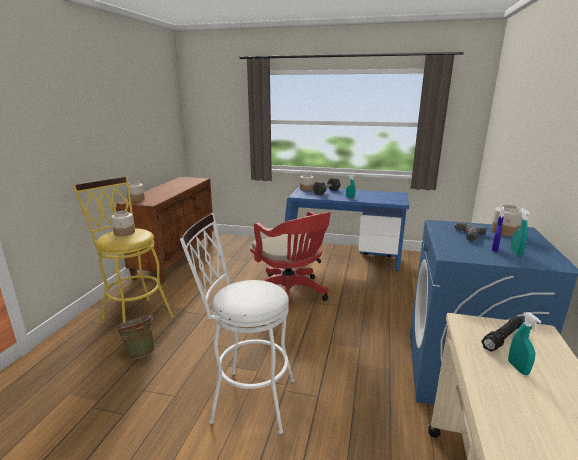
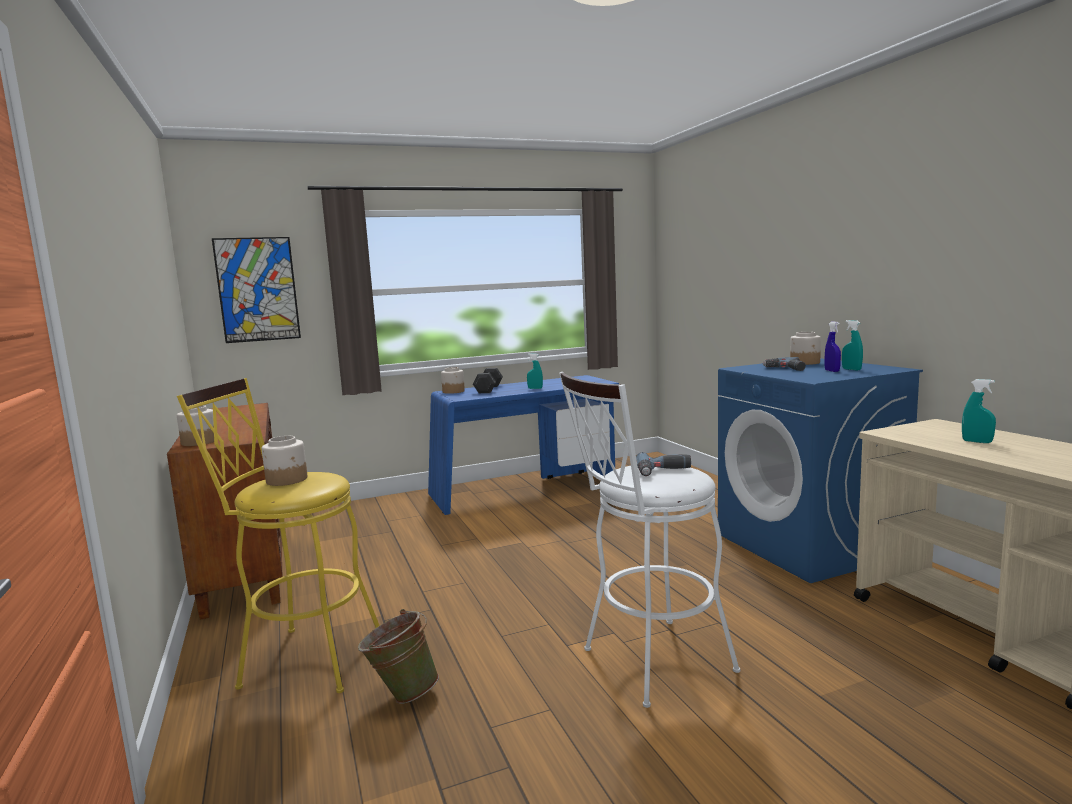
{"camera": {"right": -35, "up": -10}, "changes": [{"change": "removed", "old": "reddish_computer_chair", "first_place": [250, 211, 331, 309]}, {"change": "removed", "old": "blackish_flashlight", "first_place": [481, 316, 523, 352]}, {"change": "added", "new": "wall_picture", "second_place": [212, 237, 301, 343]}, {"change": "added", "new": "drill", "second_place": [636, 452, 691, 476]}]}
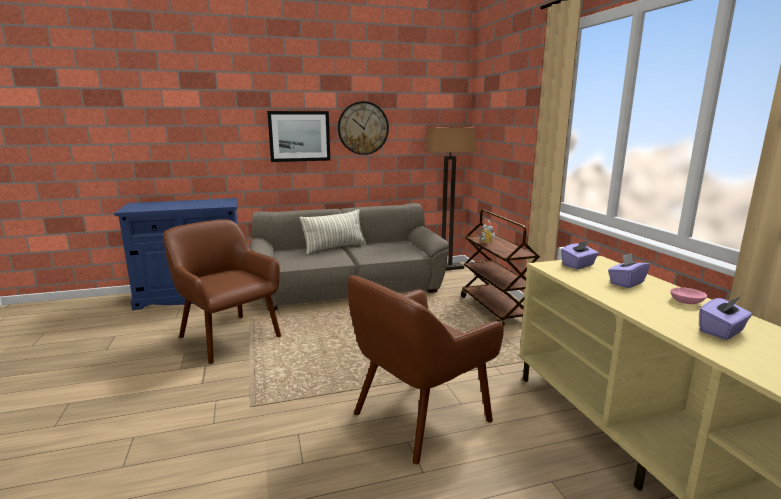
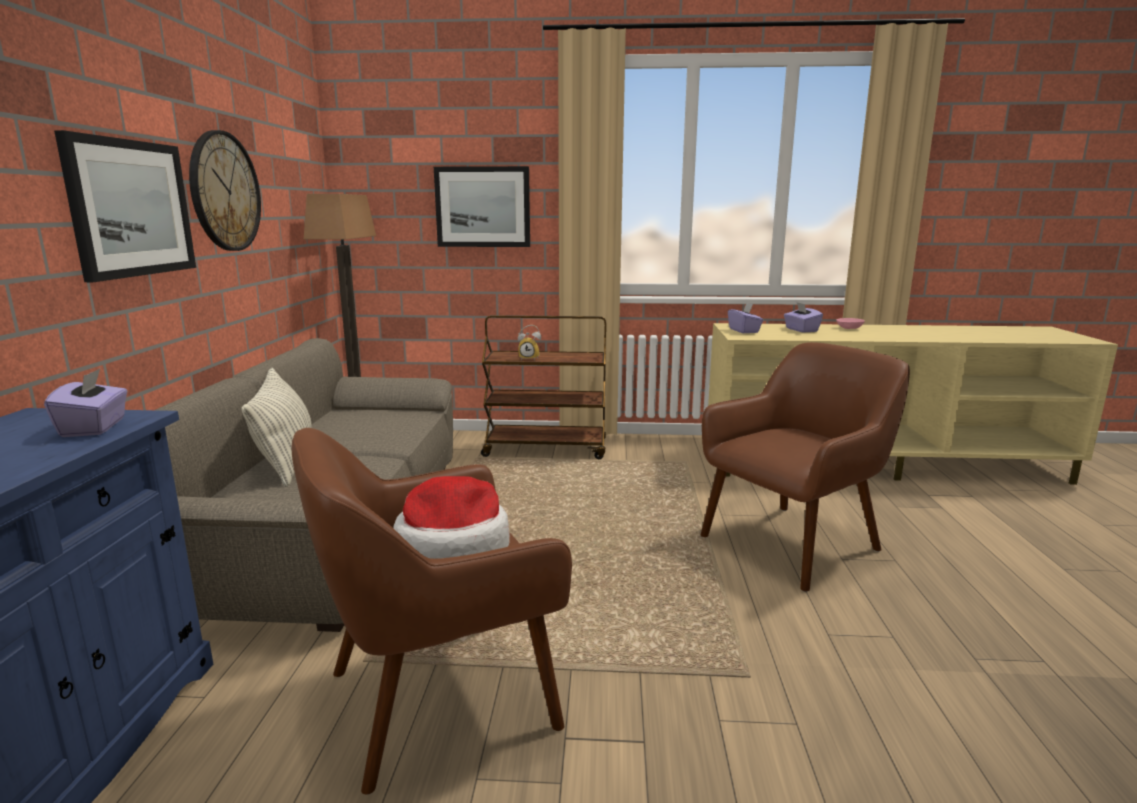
{"camera": {"right": -70, "up": 0}, "changes": [{"change": "added", "new": "wearable_hat", "second_place": [393, 476, 510, 559]}, {"change": "added", "new": "wall_picture", "second_place": [434, 166, 530, 247]}, {"change": "moved", "old": "purple_tissue_holder", "first_place": [699, 297, 752, 340], "second_place": [44, 369, 127, 437]}, {"change": "turned", "old": "brown_easy_chair", "first_place": [347, 275, 504, 465], "second_place": [701, 342, 910, 592], "degrees": -105}]}
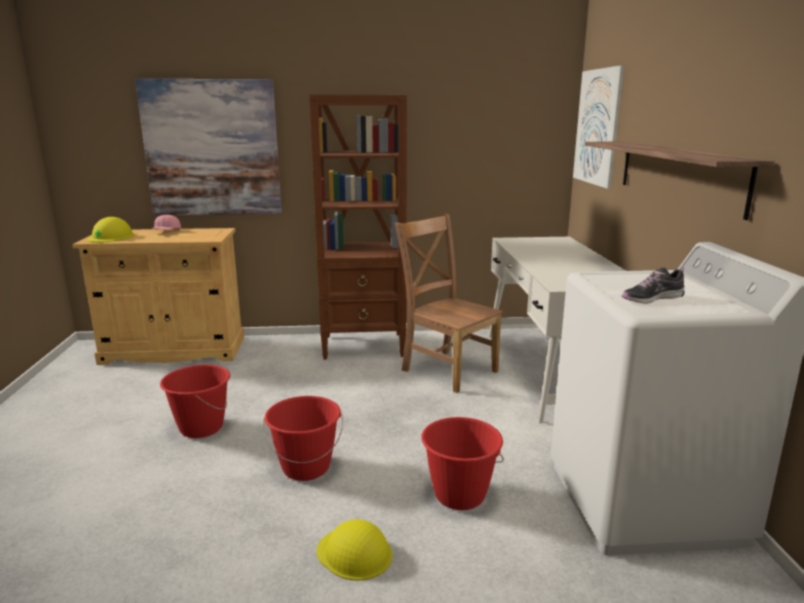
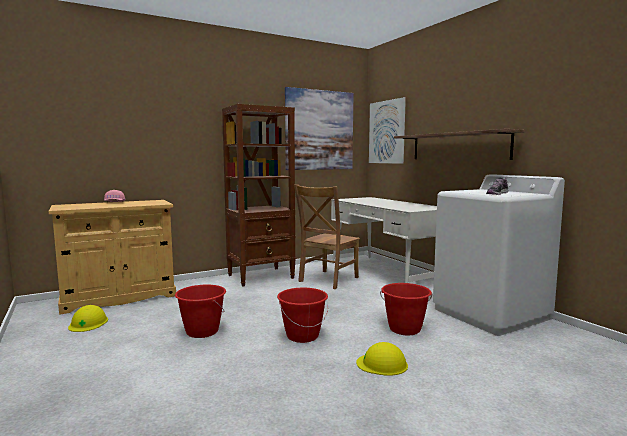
{"camera": {"right": -25, "up": -10}, "changes": [{"change": "moved", "old": "yellowish_safety_helmet", "first_place": [87, 217, 135, 243], "second_place": [68, 305, 108, 332]}, {"change": "moved", "old": "wall_picture", "first_place": [135, 79, 282, 215], "second_place": [285, 87, 354, 170]}, {"change": "turned", "old": "brown_upright_chair", "first_place": [395, 214, 503, 393], "second_place": [294, 184, 360, 289], "degrees": -75}]}
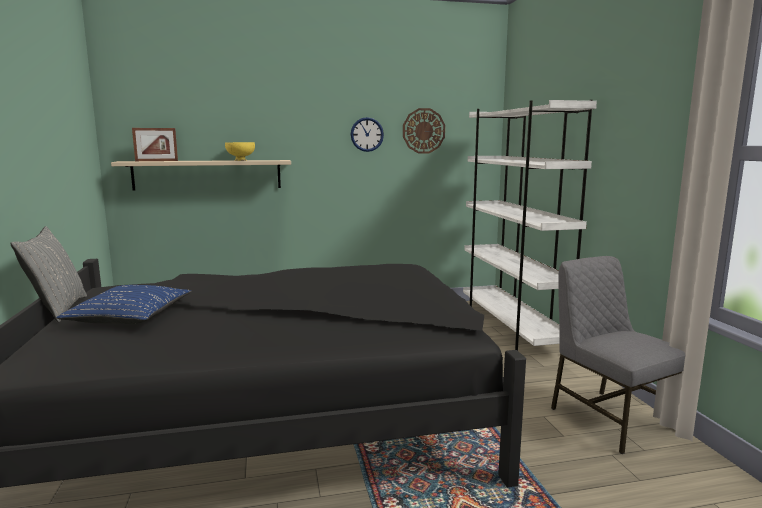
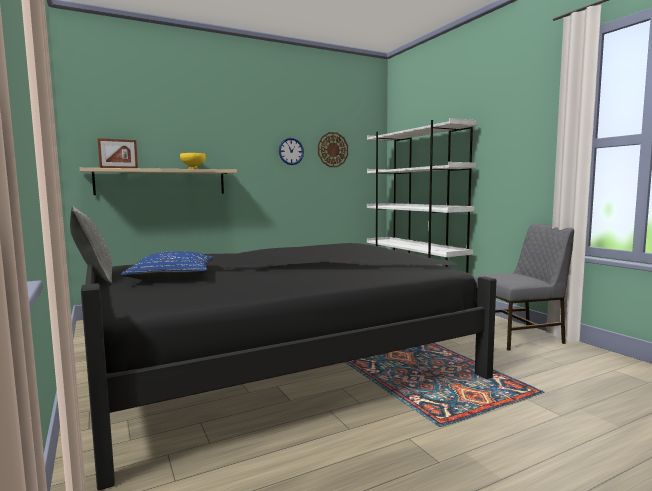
{"camera": {"right": -15, "up": -5}, "changes": [{"change": "turned", "old": "greyish_upright_chair", "first_place": [551, 256, 685, 454], "second_place": [474, 224, 574, 351], "degrees": 120}]}
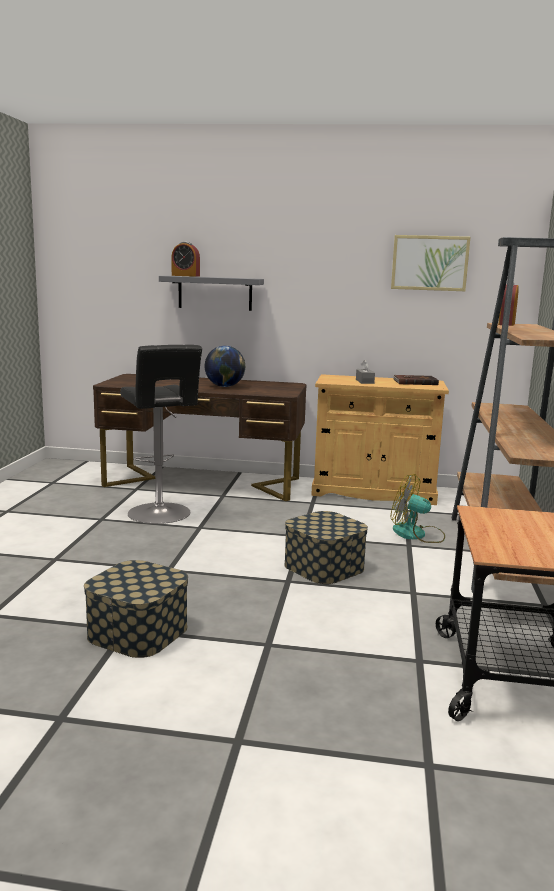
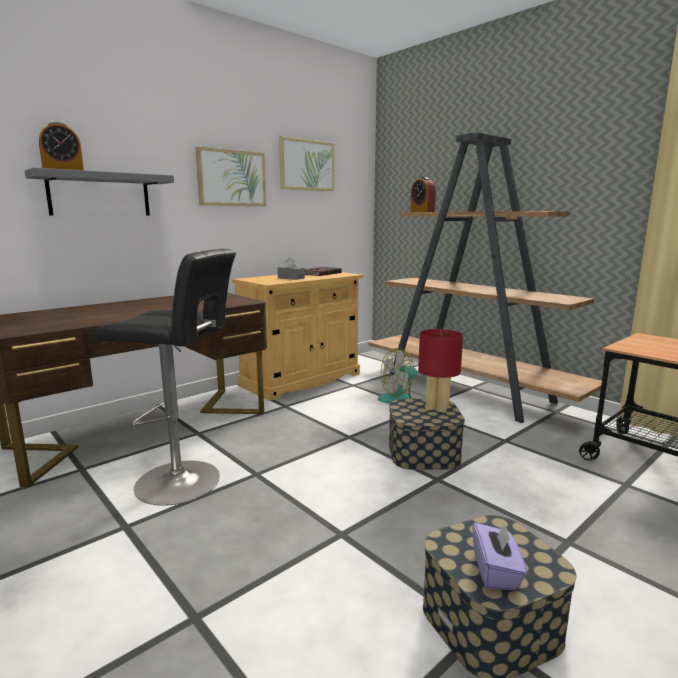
{"camera": {"right": -50, "up": 0}, "changes": [{"change": "removed", "old": "world_globe", "first_place": [205, 346, 245, 387]}, {"change": "added", "new": "wall_picture", "second_place": [195, 147, 266, 206]}, {"change": "added", "new": "reddish_tabletop_lamp", "second_place": [418, 329, 463, 413]}, {"change": "added", "new": "purple_tissue_holder", "second_place": [472, 522, 527, 590]}]}
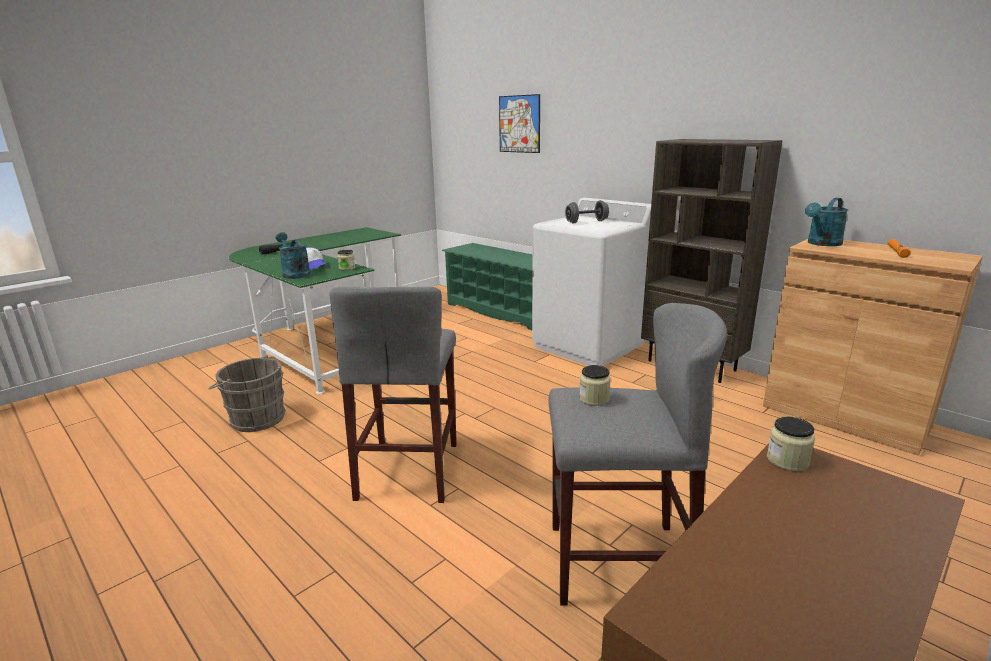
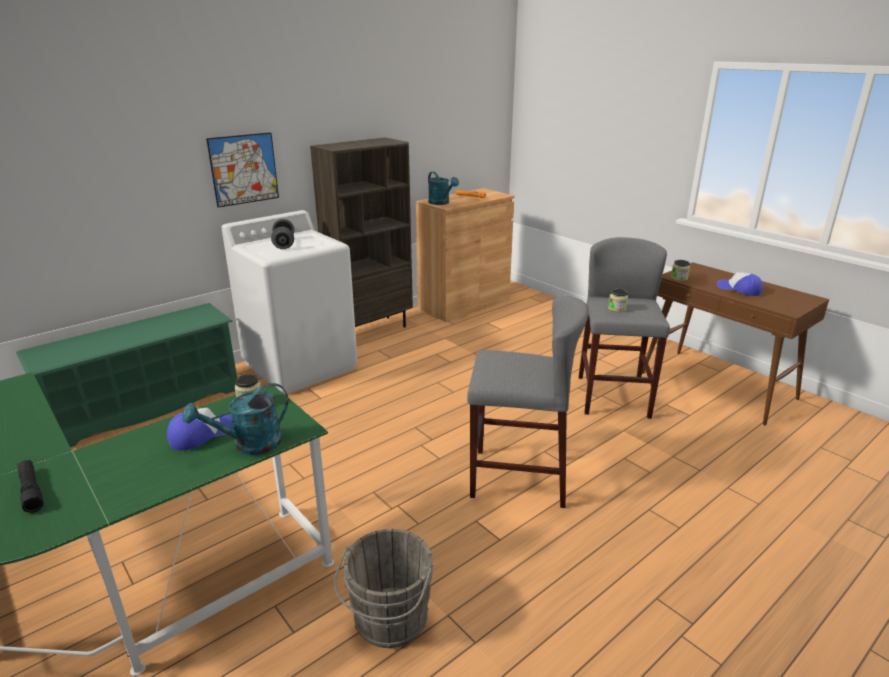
{"camera": {"right": -85, "up": 5}, "changes": [{"change": "added", "new": "baseball_cap", "second_place": [717, 272, 763, 296]}, {"change": "moved", "old": "wall_picture", "first_place": [499, 94, 540, 153], "second_place": [206, 132, 279, 208]}]}
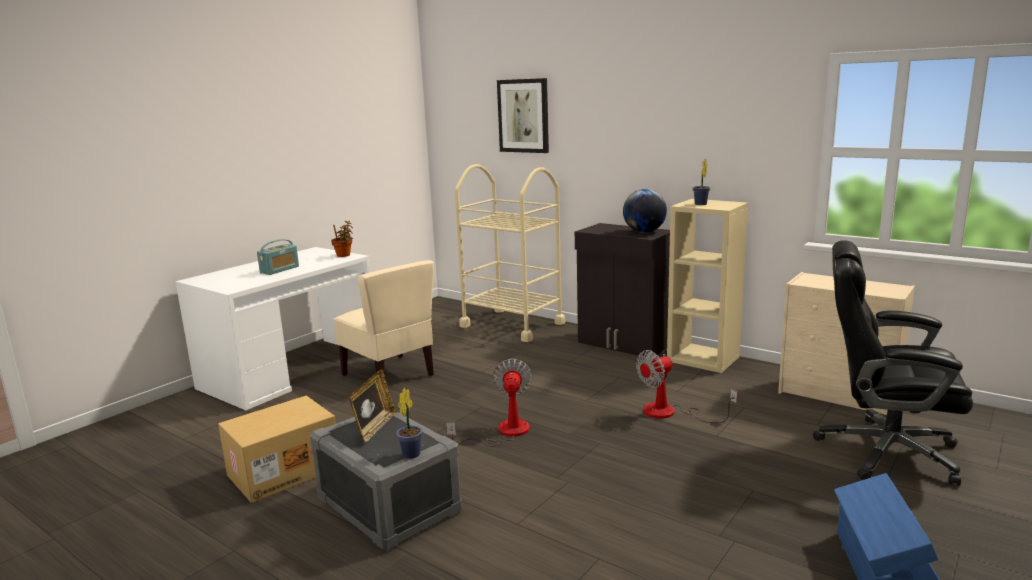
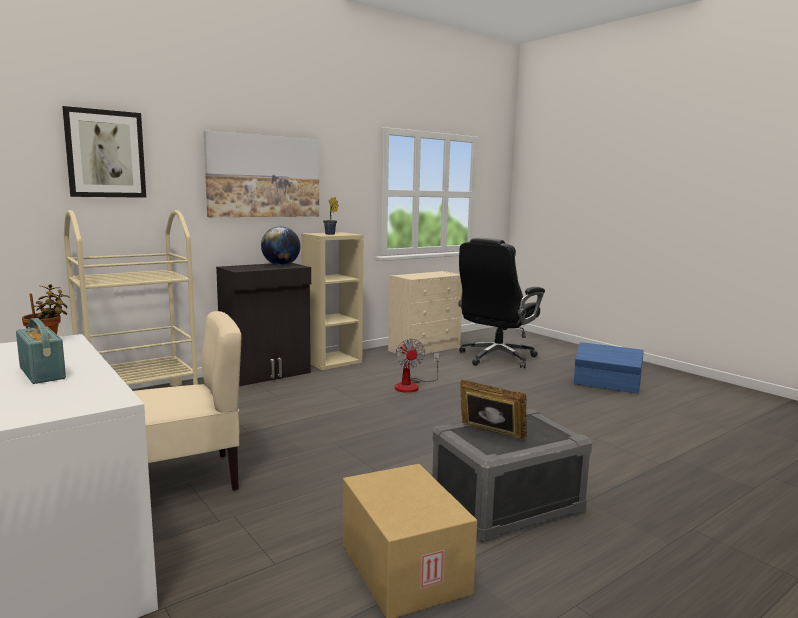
{"camera": {"right": -75, "up": -5}, "changes": [{"change": "removed", "old": "potted_plant", "first_place": [397, 388, 422, 459]}, {"change": "removed", "old": "cooling_fan", "first_place": [446, 359, 532, 447]}, {"change": "added", "new": "wall_picture", "second_place": [204, 131, 319, 217]}]}
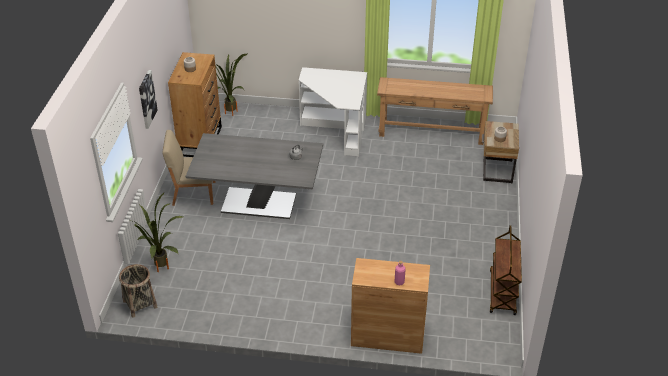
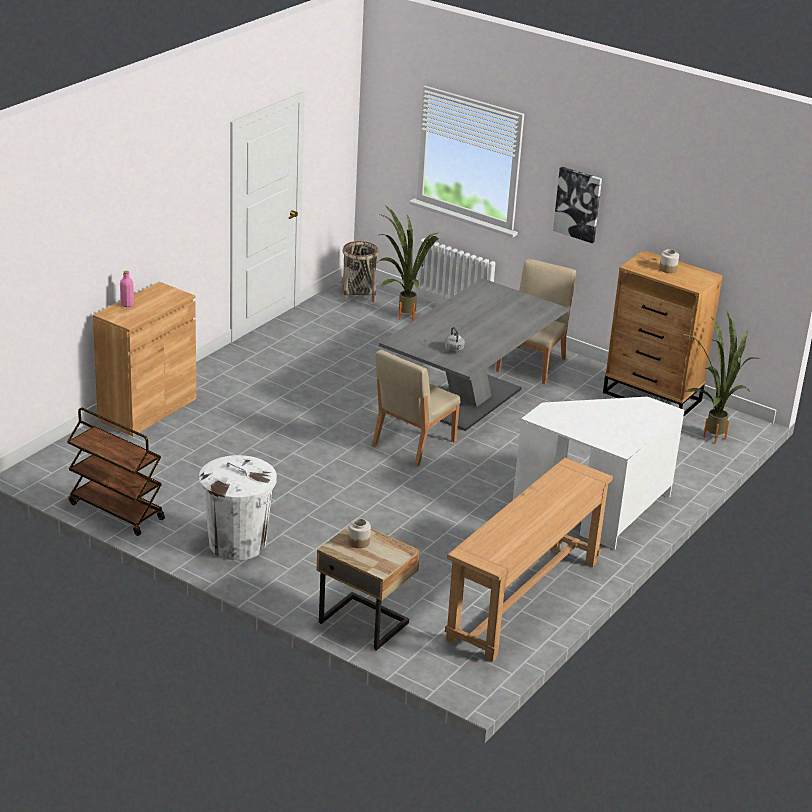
{"camera": {"right": 115, "up": -10}, "changes": [{"change": "added", "new": "white-coloured_waste_bin", "second_place": [199, 455, 277, 560]}, {"change": "added", "new": "beige_upright_chair", "second_place": [372, 350, 460, 467]}]}
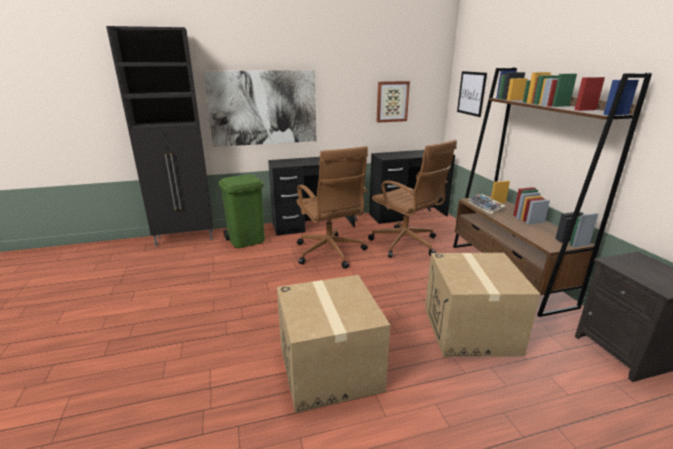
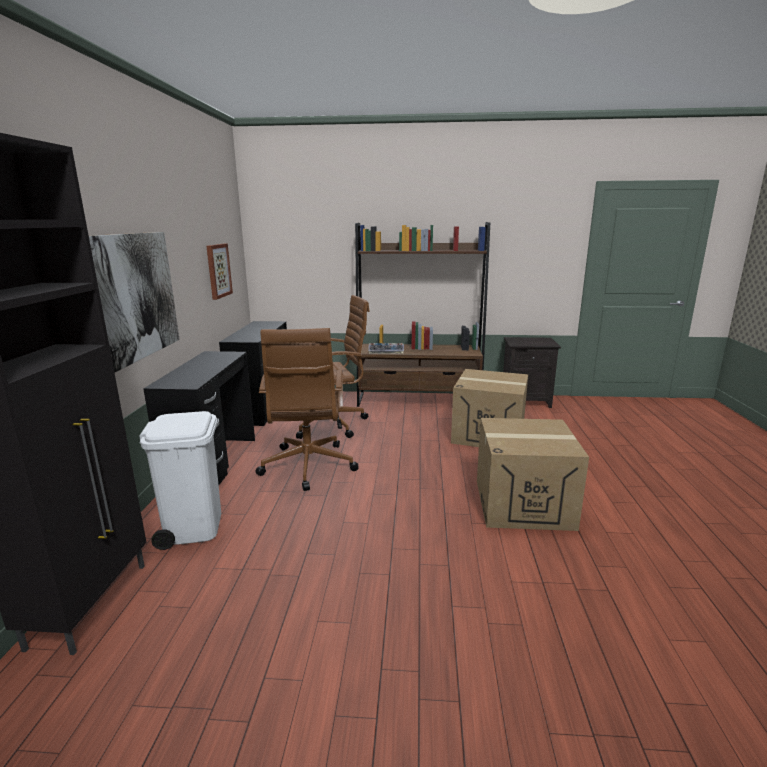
{"camera": {"right": -70, "up": -5}, "changes": [{"change": "removed", "old": "wall_picture", "first_place": [457, 71, 487, 117]}, {"change": "recoloured", "old": "green_waste_bin", "new": "white-coloured_waste_bin", "first_place": [218, 174, 265, 248], "second_place": [139, 411, 221, 550]}, {"change": "turned", "old": "brown_computer_chair", "first_place": [296, 146, 368, 269], "second_place": [256, 328, 359, 491], "degrees": 90}]}
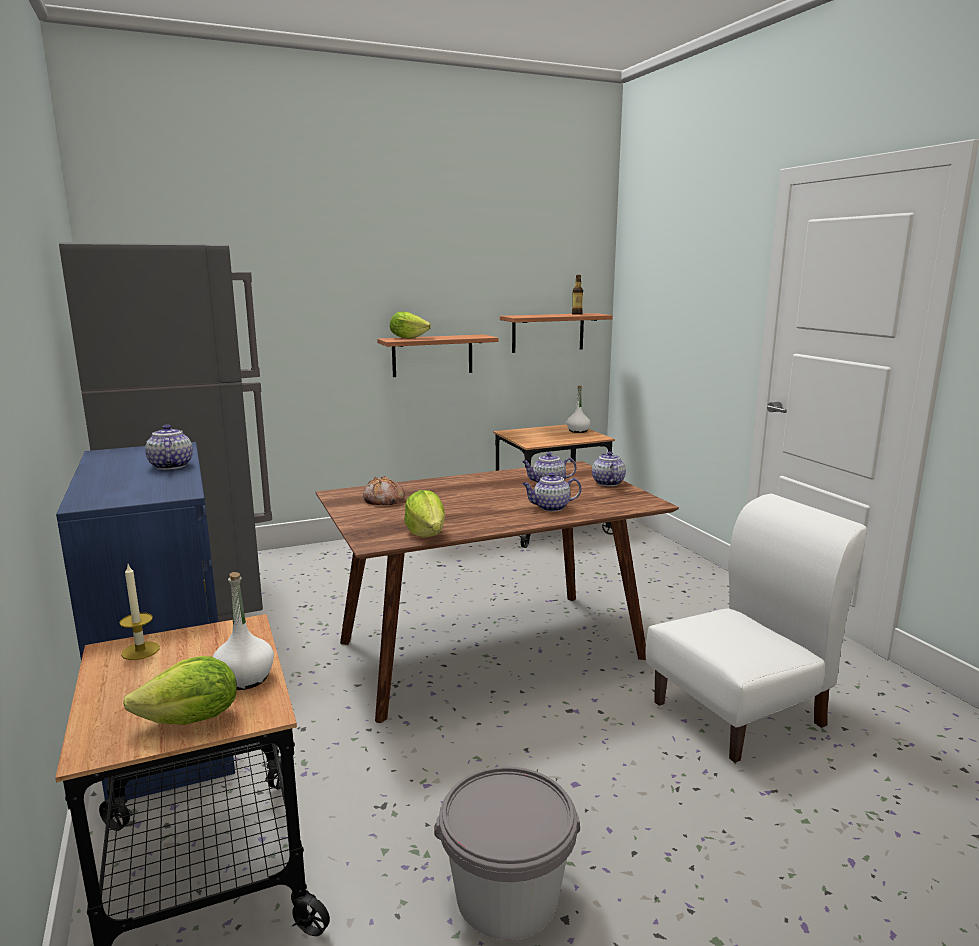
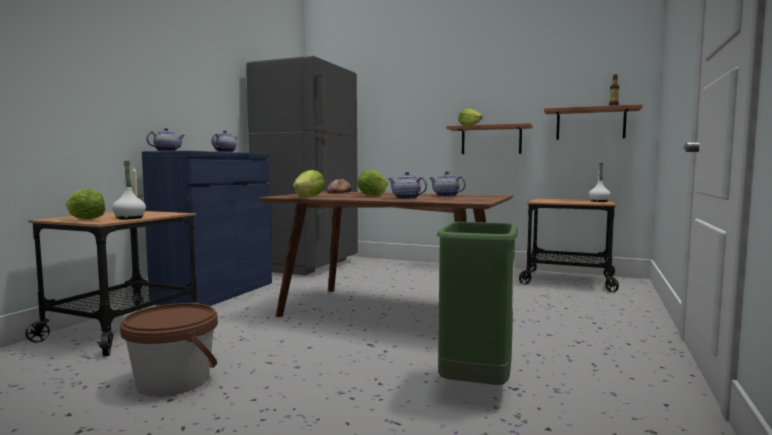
{"camera": {"right": 45, "up": -10}, "changes": [{"change": "added", "new": "lettuce_head", "second_place": [357, 170, 388, 196]}, {"change": "moved", "old": "teapot", "first_place": [592, 451, 626, 486], "second_place": [146, 128, 185, 151]}, {"change": "replaced", "old": "white-coloured_upright_chair", "new": "green_waste_bin", "first_place": [645, 494, 867, 763], "second_place": [437, 222, 518, 385]}, {"change": "recoloured", "old": "greyish_pail", "new": "brown_pail", "first_place": [434, 766, 580, 941], "second_place": [120, 303, 218, 397]}]}
